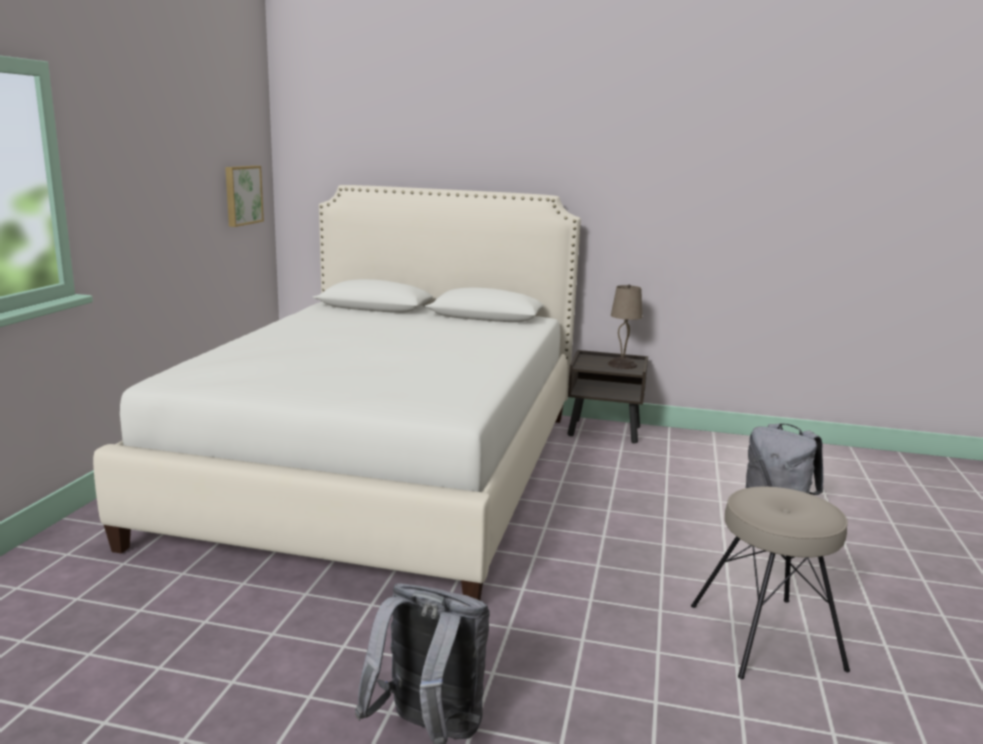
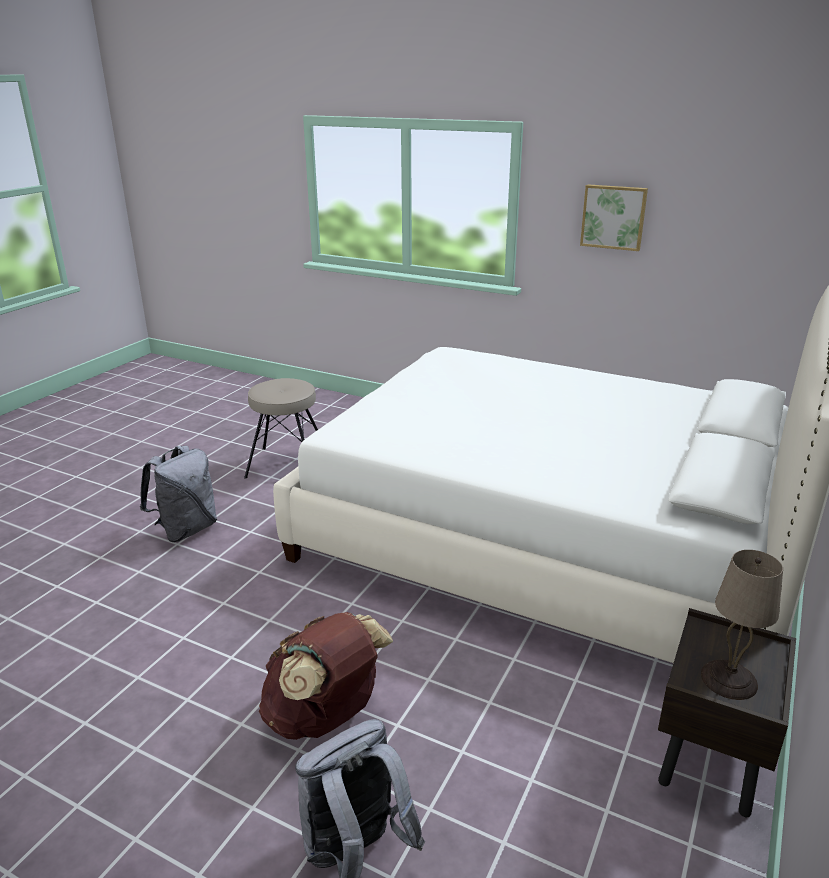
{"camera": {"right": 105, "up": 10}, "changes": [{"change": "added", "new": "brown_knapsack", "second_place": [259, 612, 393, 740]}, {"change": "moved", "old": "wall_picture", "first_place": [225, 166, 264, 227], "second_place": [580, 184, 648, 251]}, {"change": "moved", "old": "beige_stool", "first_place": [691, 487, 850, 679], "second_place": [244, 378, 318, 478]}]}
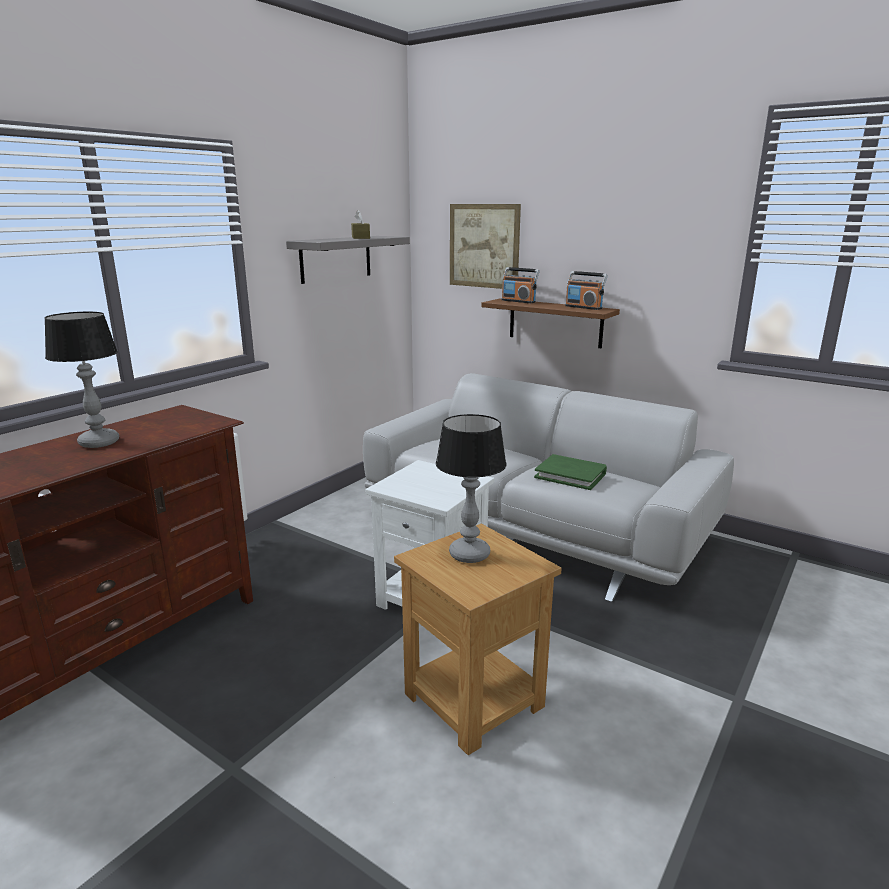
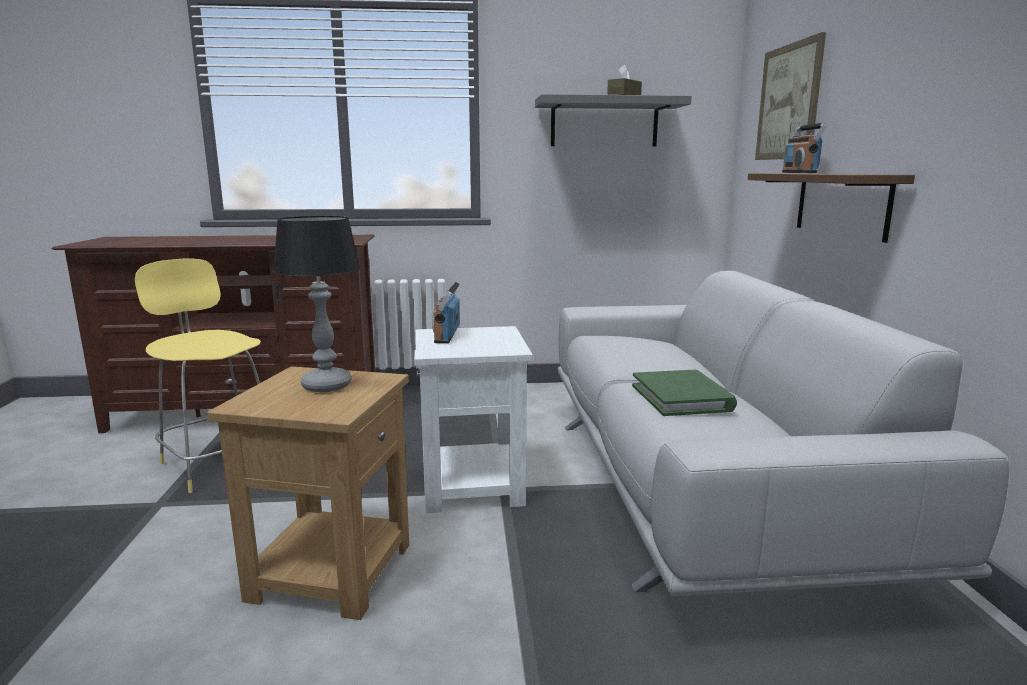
{"camera": {"right": 50, "up": -5}, "changes": [{"change": "removed", "old": "tabletop_lamp", "first_place": [44, 312, 119, 448]}, {"change": "added", "new": "yellowish_stool", "second_place": [135, 258, 261, 493]}, {"change": "moved", "old": "radio_set", "first_place": [565, 271, 608, 310], "second_place": [432, 282, 460, 343]}]}
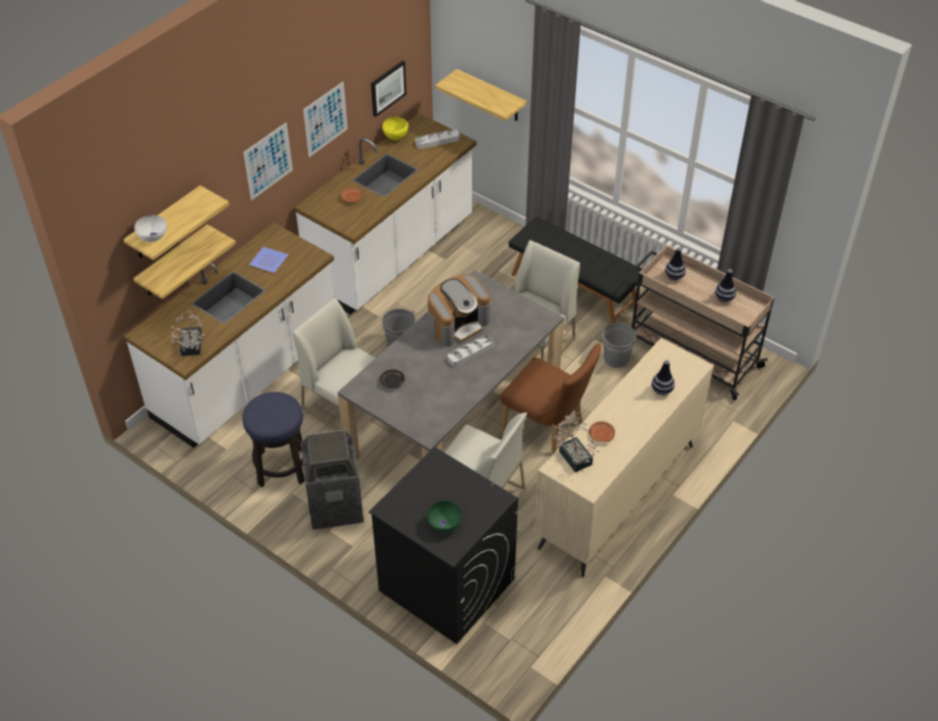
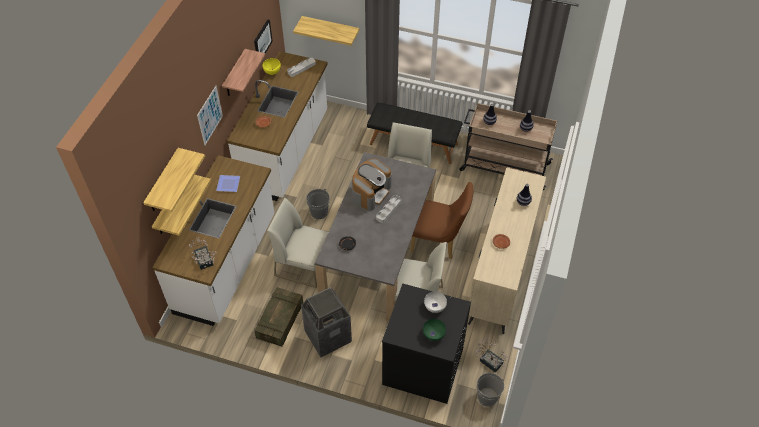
{"camera": {"right": -20, "up": 5}, "changes": [{"change": "moved", "old": "white-coloured_serving_bowl", "first_place": [134, 215, 167, 242], "second_place": [424, 291, 447, 313]}, {"change": "moved", "old": "potted_plant", "first_place": [551, 413, 600, 473], "second_place": [475, 336, 509, 373]}, {"change": "moved", "old": "greyish_pail", "first_place": [600, 323, 639, 368], "second_place": [477, 373, 505, 407]}, {"change": "replaced", "old": "stool", "new": "packing_crate", "first_place": [242, 392, 305, 487], "second_place": [254, 287, 303, 347]}, {"change": "replaced", "old": "wall_picture", "new": "bracket_shelf", "first_place": [303, 82, 348, 157], "second_place": [222, 49, 265, 96]}]}
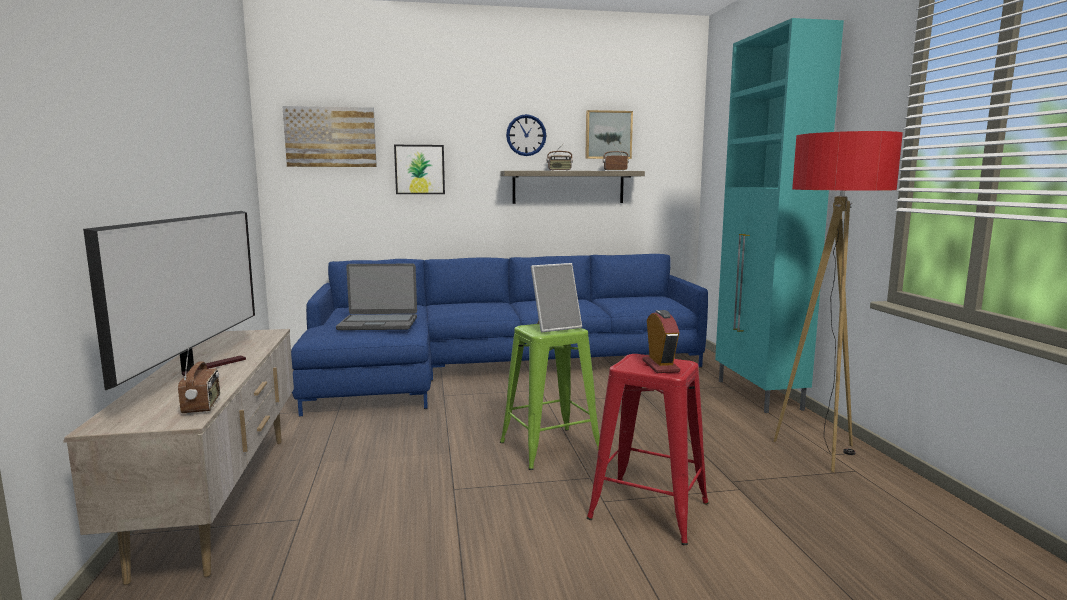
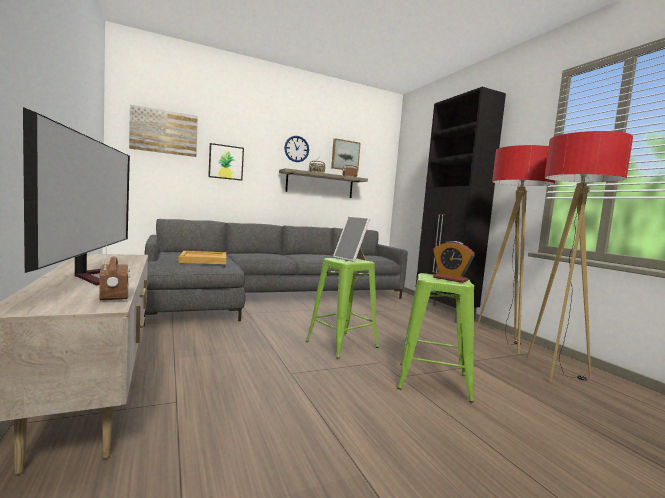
{"camera": {"right": -15, "up": -5}, "changes": [{"change": "added", "new": "standing_lamp", "second_place": [527, 131, 633, 383]}, {"change": "replaced", "old": "notebook_computer", "new": "beige_carrying_tray", "first_place": [336, 264, 417, 330], "second_place": [178, 251, 226, 264]}, {"change": "recoloured", "old": "blue-coloured_sofa", "new": "greyish_sofa", "first_place": [291, 254, 708, 416], "second_place": [143, 219, 407, 327]}, {"change": "recoloured", "old": "reddish_stool", "new": "green_stool", "first_place": [587, 354, 709, 545], "second_place": [397, 273, 474, 403]}, {"change": "recoloured", "old": "blue-green_storage_cabinet", "new": "blackish_storage_cabinet", "first_place": [715, 18, 844, 413], "second_place": [416, 87, 506, 323]}, {"change": "turned", "old": "picture_frame", "first_place": [531, 263, 582, 332], "second_place": [333, 216, 370, 262], "degrees": 90}, {"change": "turned", "old": "bedside_clock", "first_place": [643, 310, 680, 373], "second_place": [433, 241, 475, 283], "degrees": 150}]}
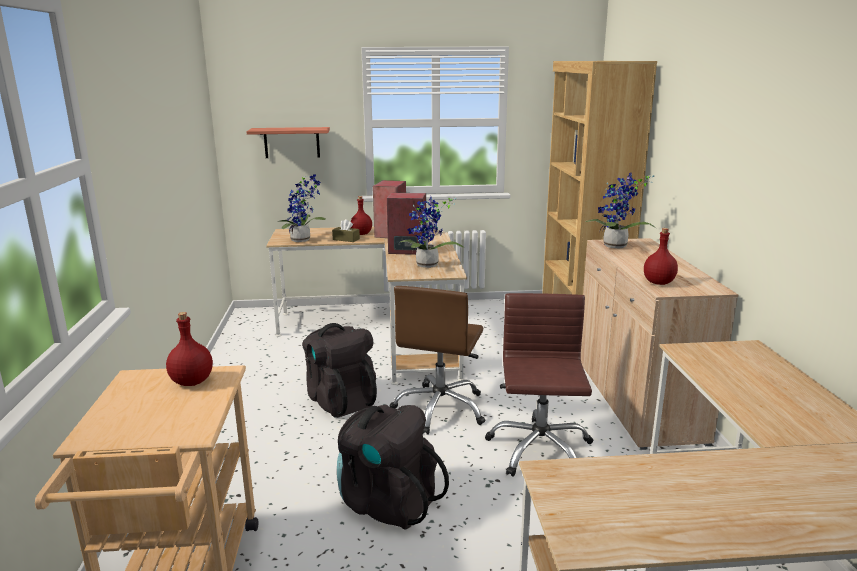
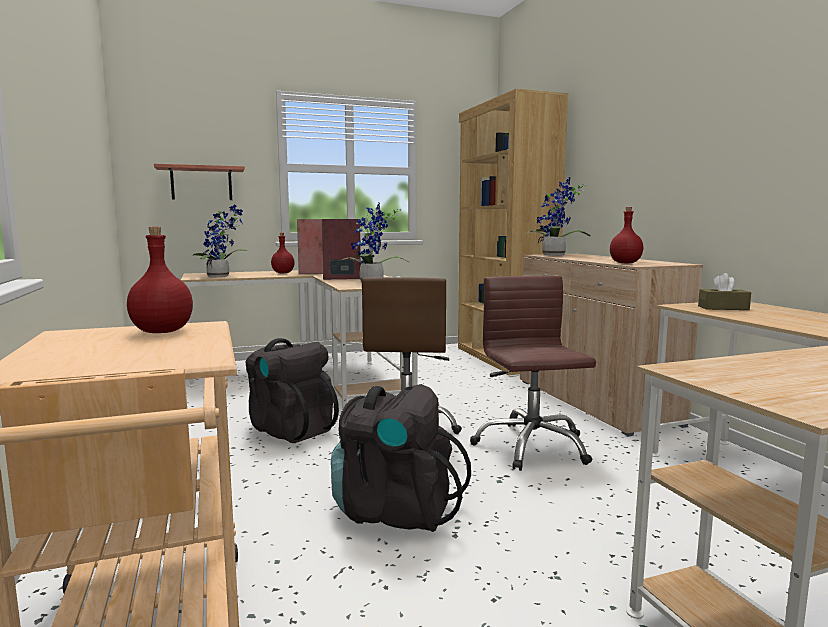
{"camera": {"right": -15, "up": -10}, "changes": [{"change": "moved", "old": "brown_tissue_holder", "first_place": [332, 219, 360, 242], "second_place": [698, 273, 751, 310]}]}
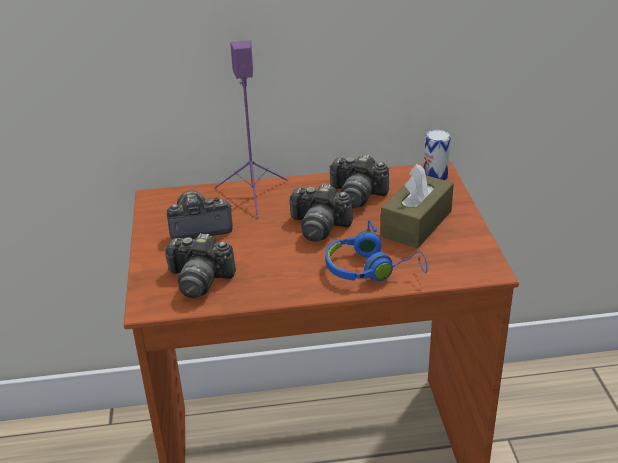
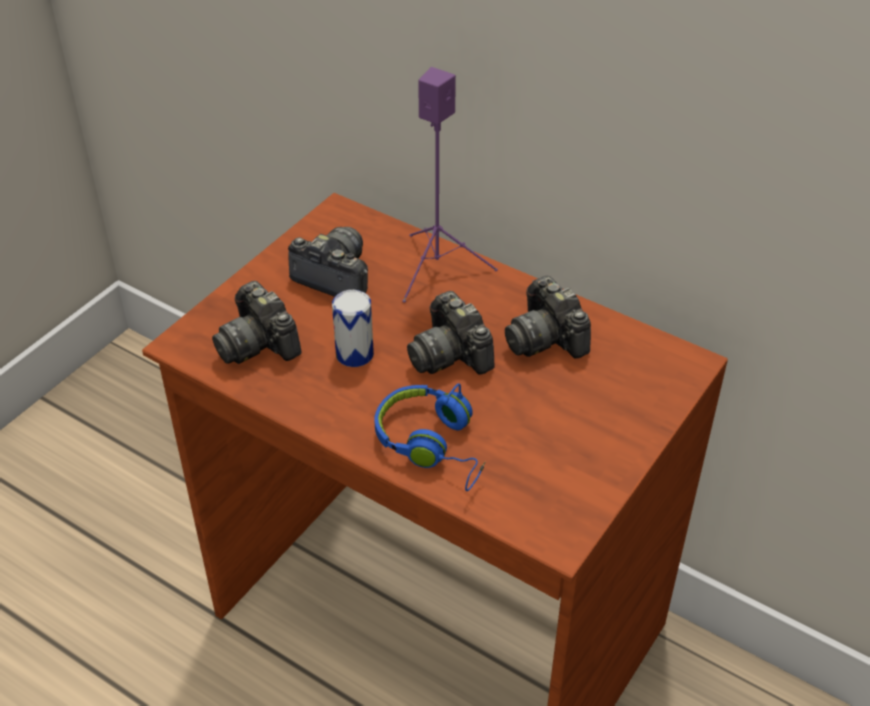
{"camera": {"right": 40, "up": 10}, "changes": [{"change": "removed", "old": "brown_tissue_holder", "first_place": [380, 164, 454, 248]}, {"change": "moved", "old": "can", "first_place": [424, 130, 451, 180], "second_place": [332, 290, 374, 367]}]}
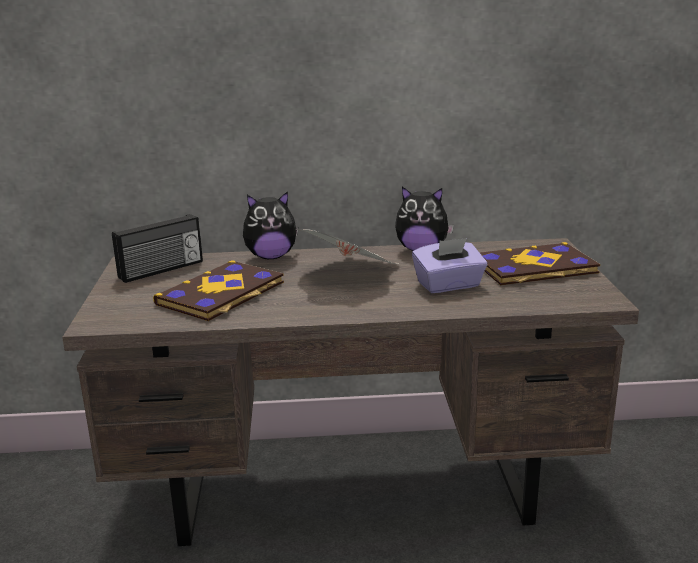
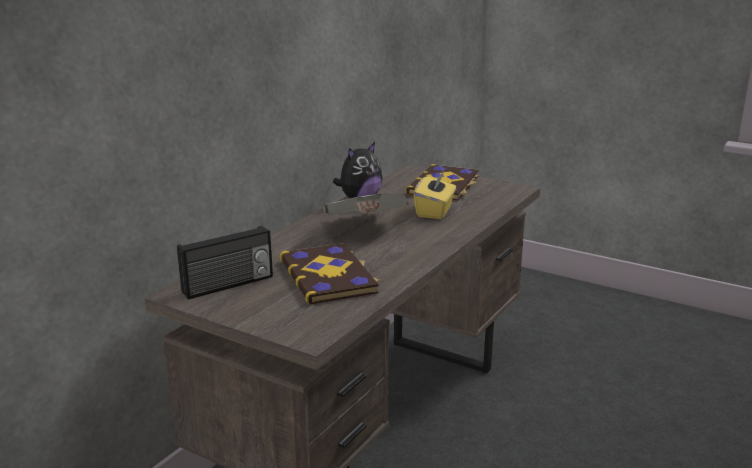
{"camera": {"right": -55, "up": 0}, "changes": [{"change": "removed", "old": "cuddly_toy", "first_place": [243, 191, 298, 259]}, {"change": "recoloured", "old": "purple_tissue_holder", "new": "yellowish_tissue_holder", "first_place": [412, 238, 487, 293], "second_place": [414, 172, 456, 219]}, {"change": "turned", "old": "radio_set", "first_place": [112, 214, 203, 283], "second_place": [177, 226, 273, 300], "degrees": 60}]}
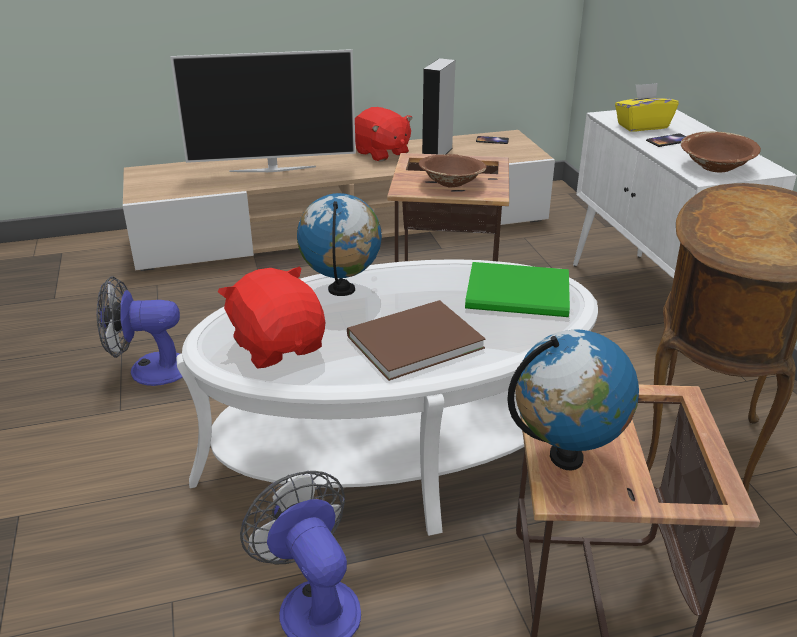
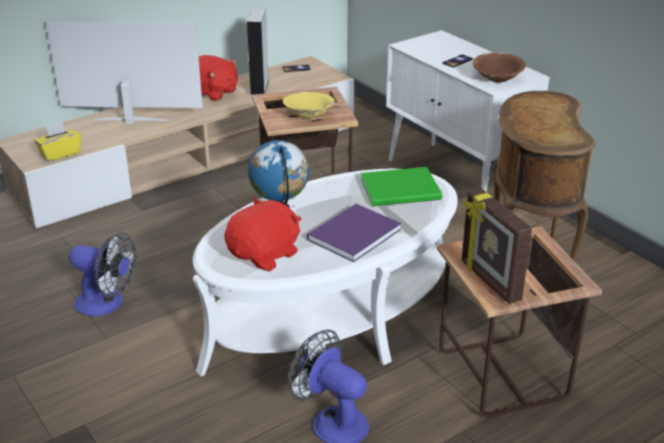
{"camera": {"right": -20, "up": 0}, "changes": [{"change": "moved", "old": "yellowish_tissue_holder", "first_place": [615, 83, 679, 131], "second_place": [34, 122, 81, 161]}, {"change": "replaced", "old": "world_globe", "new": "picture_frame", "first_place": [507, 329, 639, 470], "second_place": [462, 188, 532, 304]}, {"change": "recoloured", "old": "brown_volume", "new": "purple_volume", "first_place": [347, 300, 486, 381], "second_place": [307, 204, 401, 262]}, {"change": "recoloured", "old": "brown_serving_bowl", "new": "yellowish_serving_bowl", "first_place": [419, 154, 487, 188], "second_place": [283, 92, 335, 119]}, {"change": "turned", "old": "cooling_fan", "first_place": [97, 276, 183, 386], "second_place": [69, 232, 136, 316], "degrees": -135}, {"change": "turned", "old": "TV", "first_place": [170, 49, 356, 172], "second_place": [45, 22, 203, 124], "degrees": -150}, {"change": "turned", "old": "reddish_cuddly_toy", "first_place": [218, 266, 325, 369], "second_place": [224, 197, 302, 271], "degrees": 90}]}
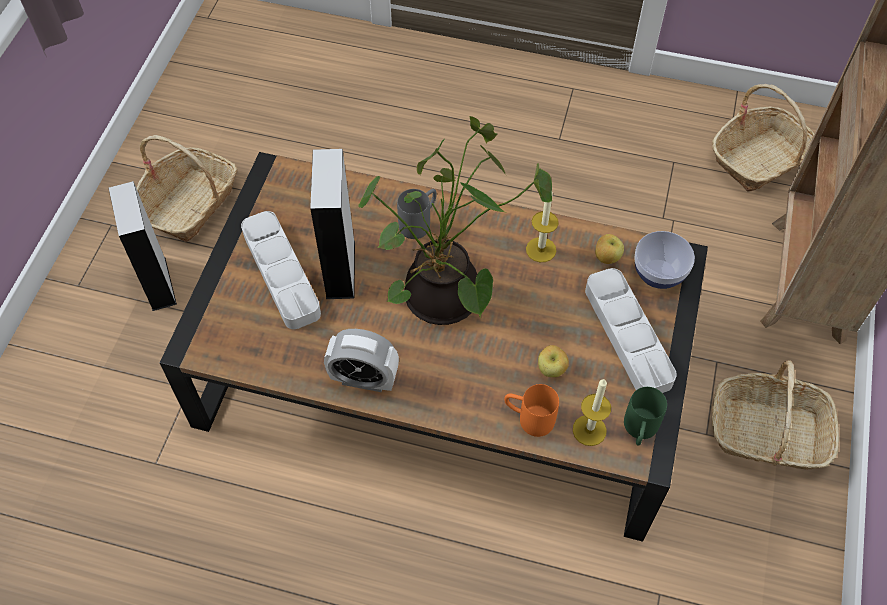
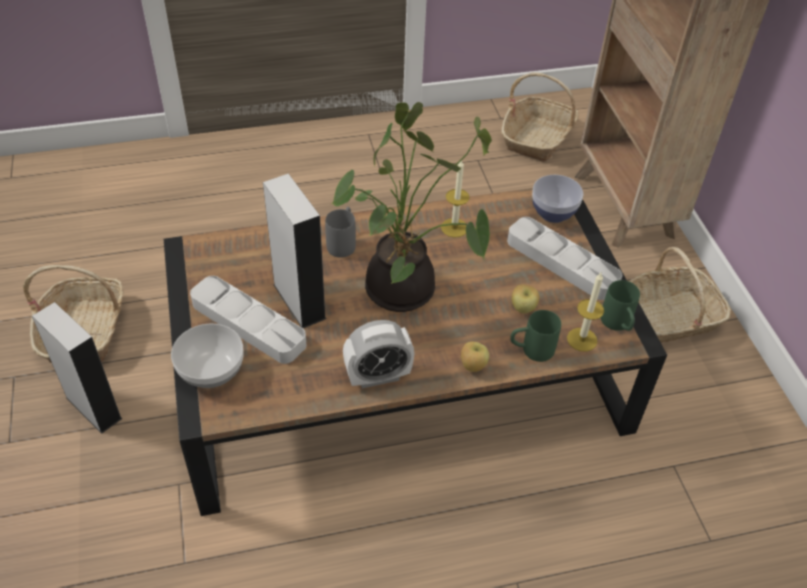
{"camera": {"right": -30, "up": -10}, "changes": [{"change": "added", "new": "serving_bowl", "second_place": [171, 324, 244, 388]}, {"change": "moved", "old": "whole_apple", "first_place": [595, 234, 624, 264], "second_place": [461, 342, 489, 372]}, {"change": "recoloured", "old": "orange_tea_mug", "new": "green_tea_mug", "first_place": [504, 384, 559, 437], "second_place": [510, 310, 561, 362]}]}
